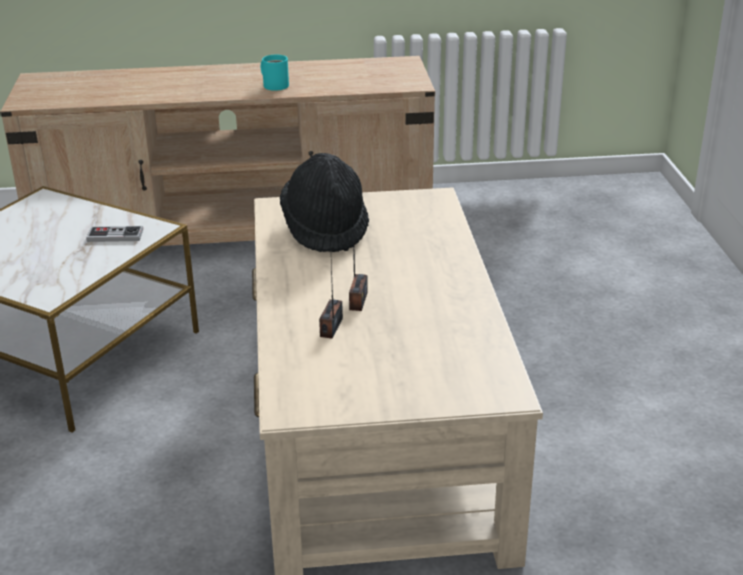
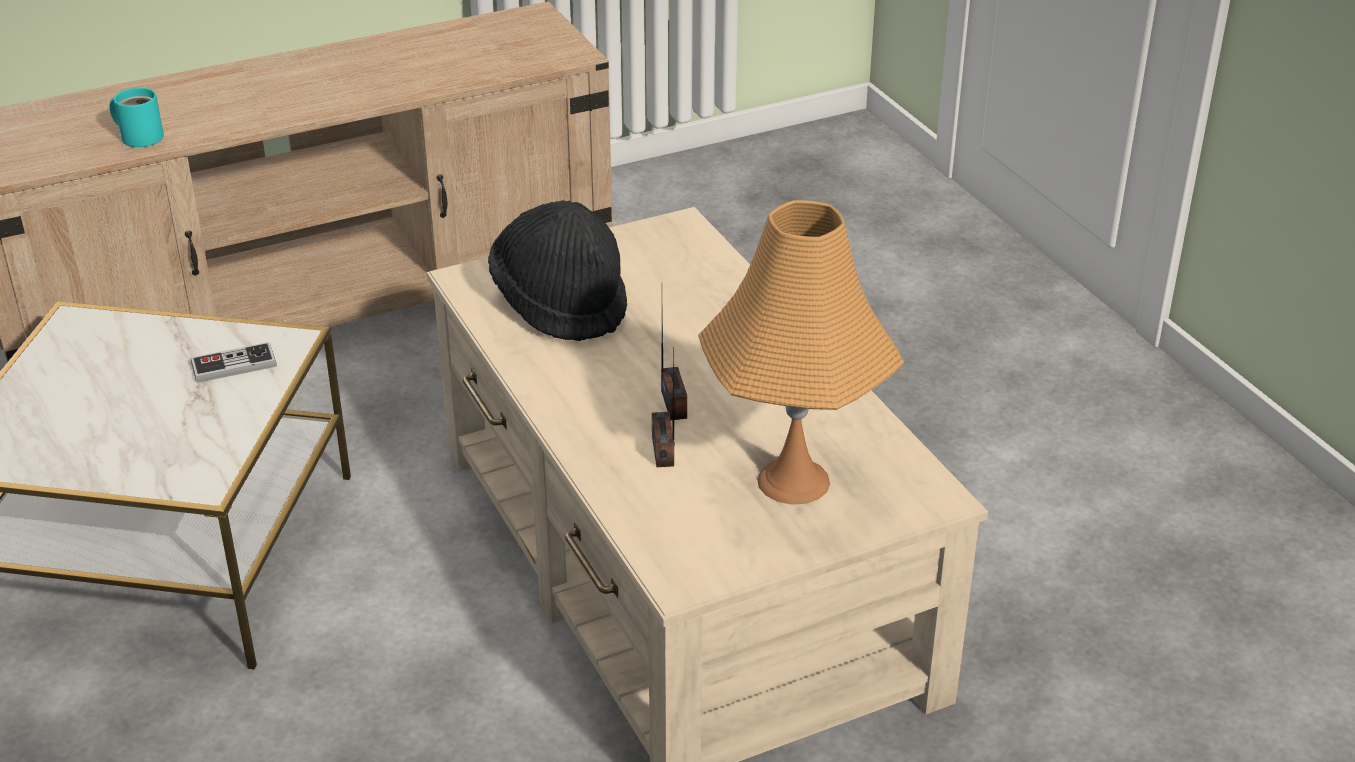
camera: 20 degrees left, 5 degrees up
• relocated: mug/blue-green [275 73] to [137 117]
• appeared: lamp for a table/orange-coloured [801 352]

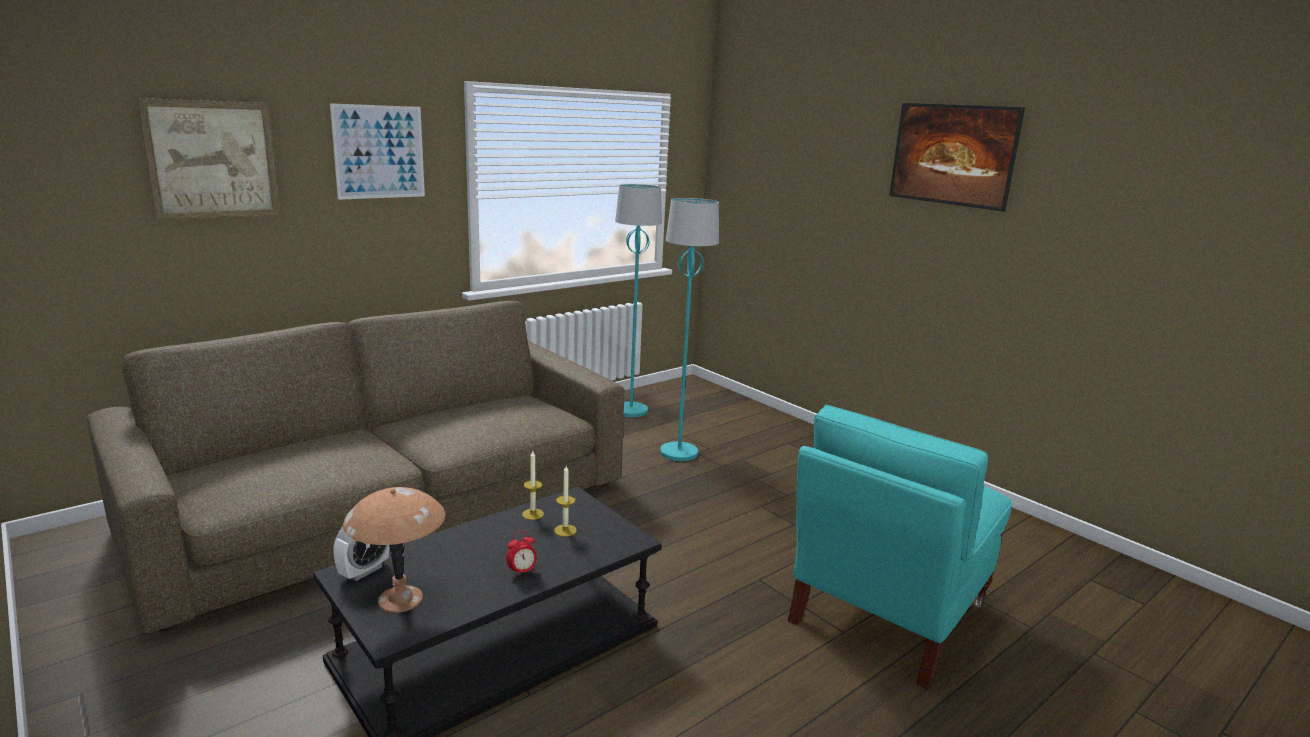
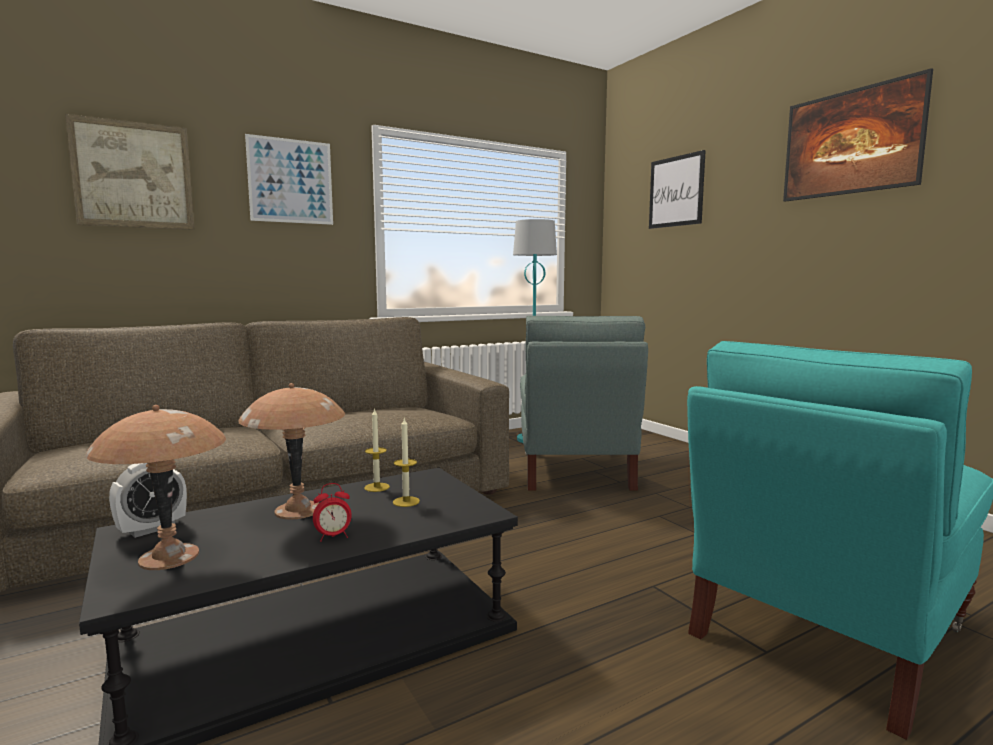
camera: 10 degrees right, 10 degrees down
• exchanged: floor lamp/blue-green [689 329] to armchair/greyish [584 403]
• appeared: lamp for a table/brown-coloured [291 451]
• appeared: picture [677 189]

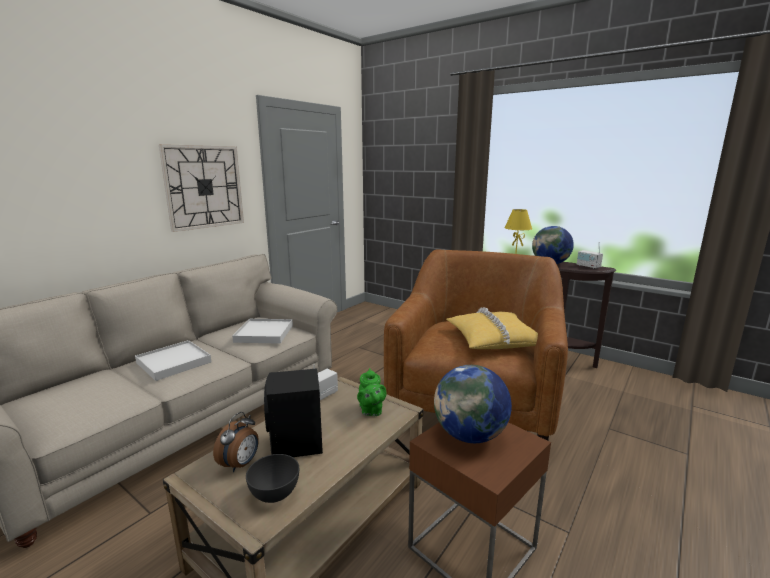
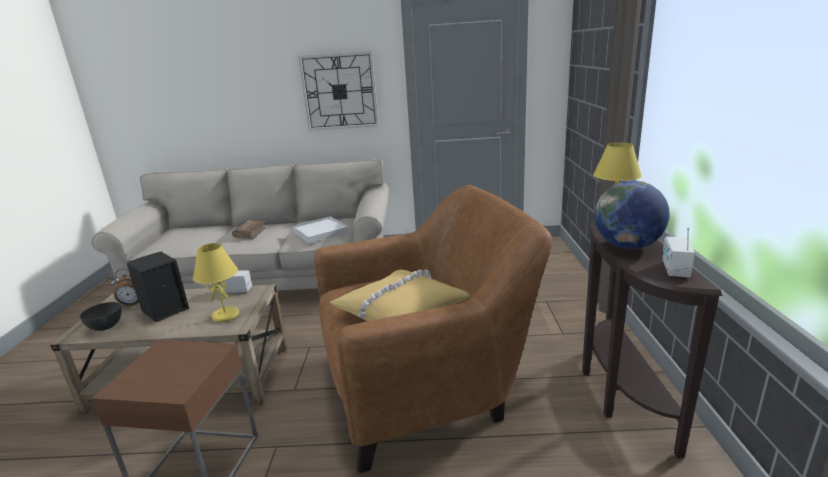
camera: 55 degrees right, 5 degrees up
• exchanged: serving tray/whitish [173 360] to volume/brown-coloured [249 229]
• exchanged: tea pot/green [371 392] to lamp for a table/yellow [216 282]
• missing: desk globe [473 404]

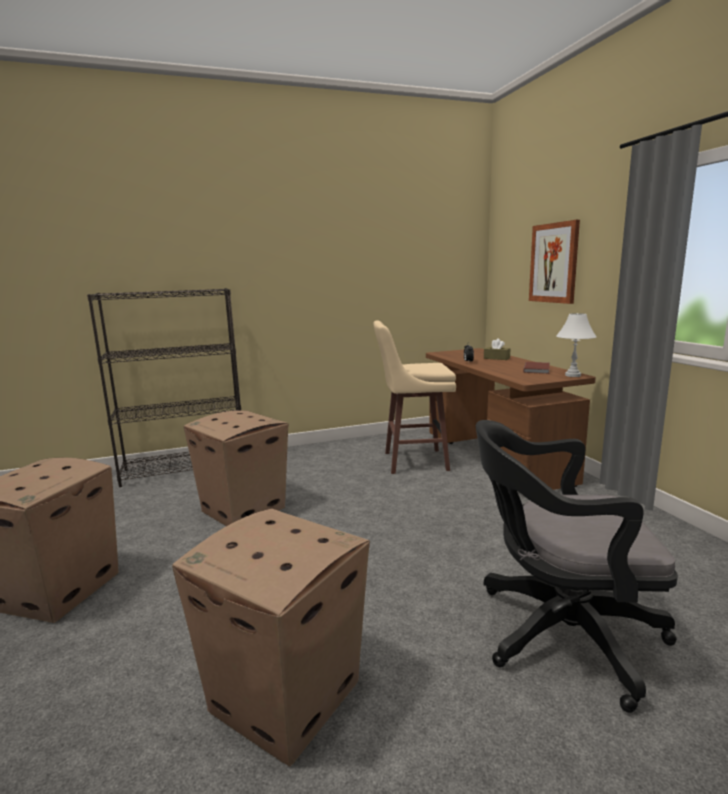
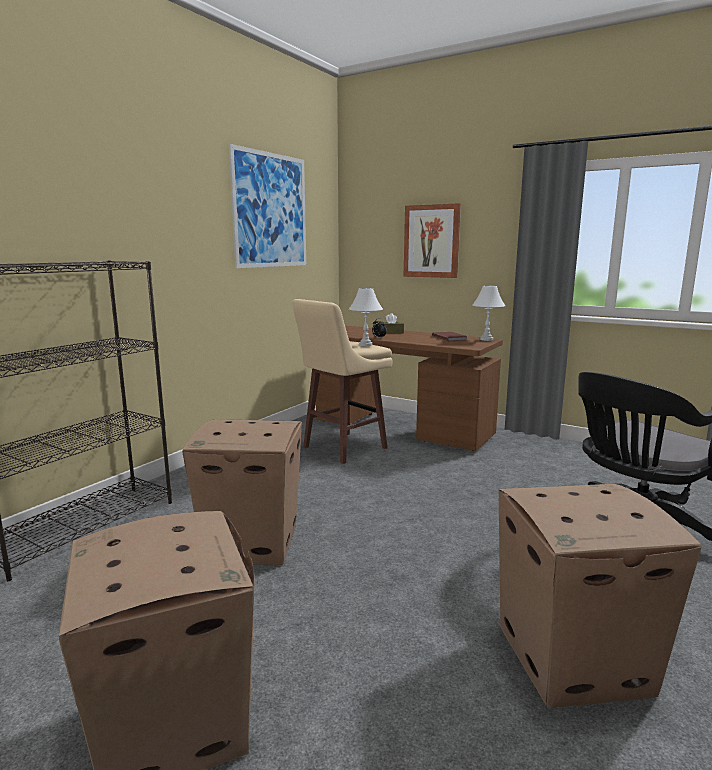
camera: 40 degrees left, 0 degrees up
• appeared: picture [267 206]
• appeared: lamp for a table/whitish [366 317]

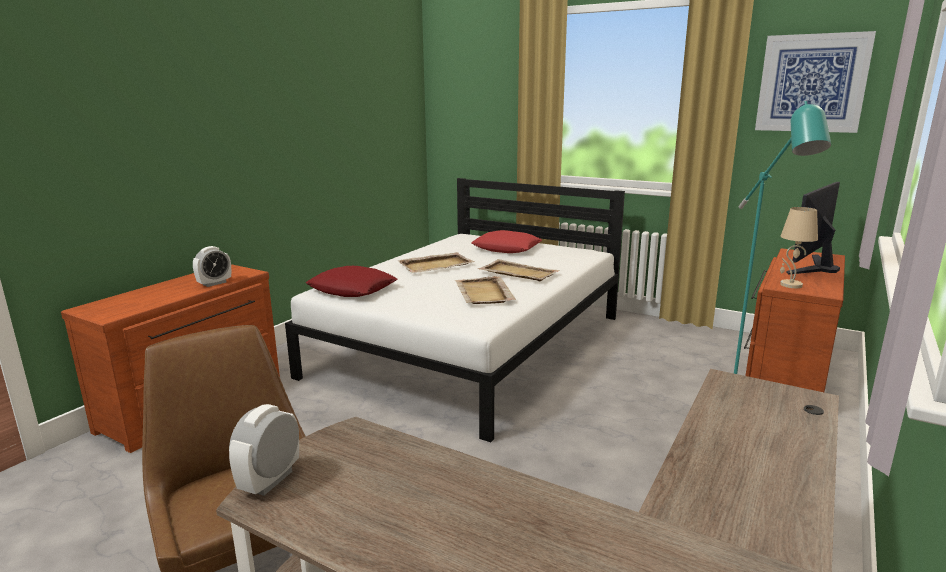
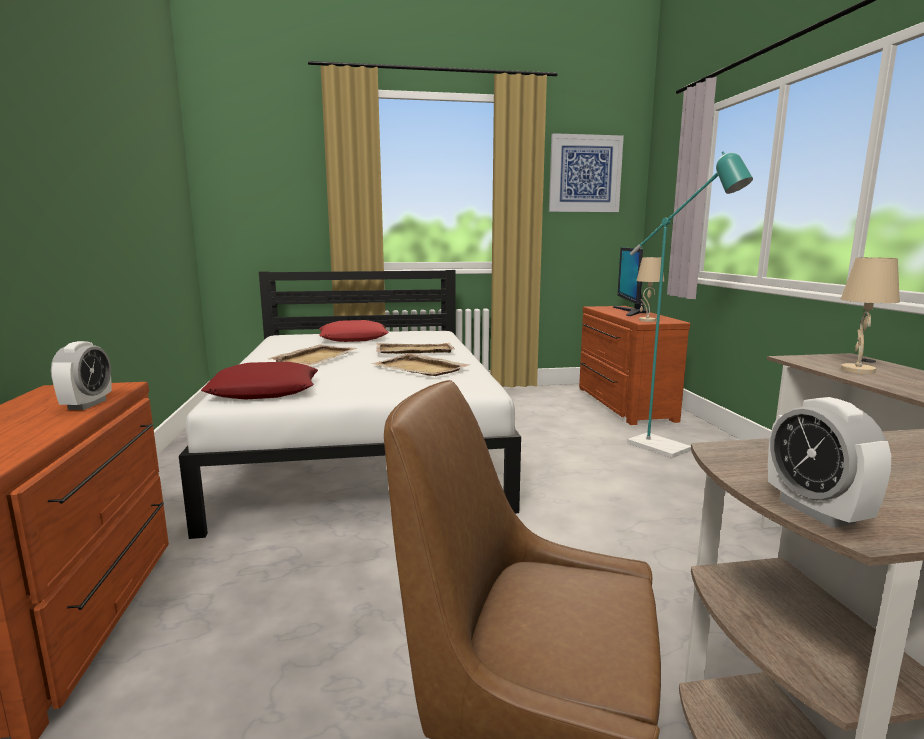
camera: 40 degrees left, 5 degrees down
• appeared: lamp for a table/beige [870 315]

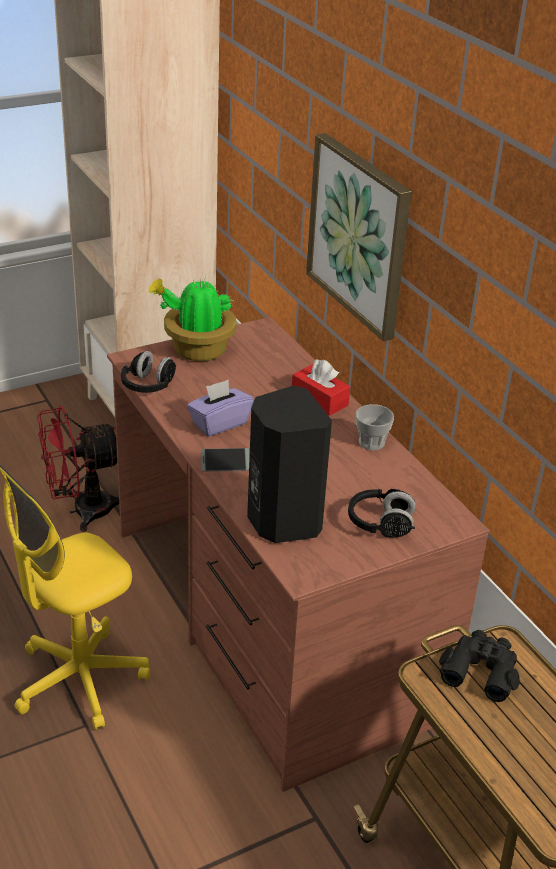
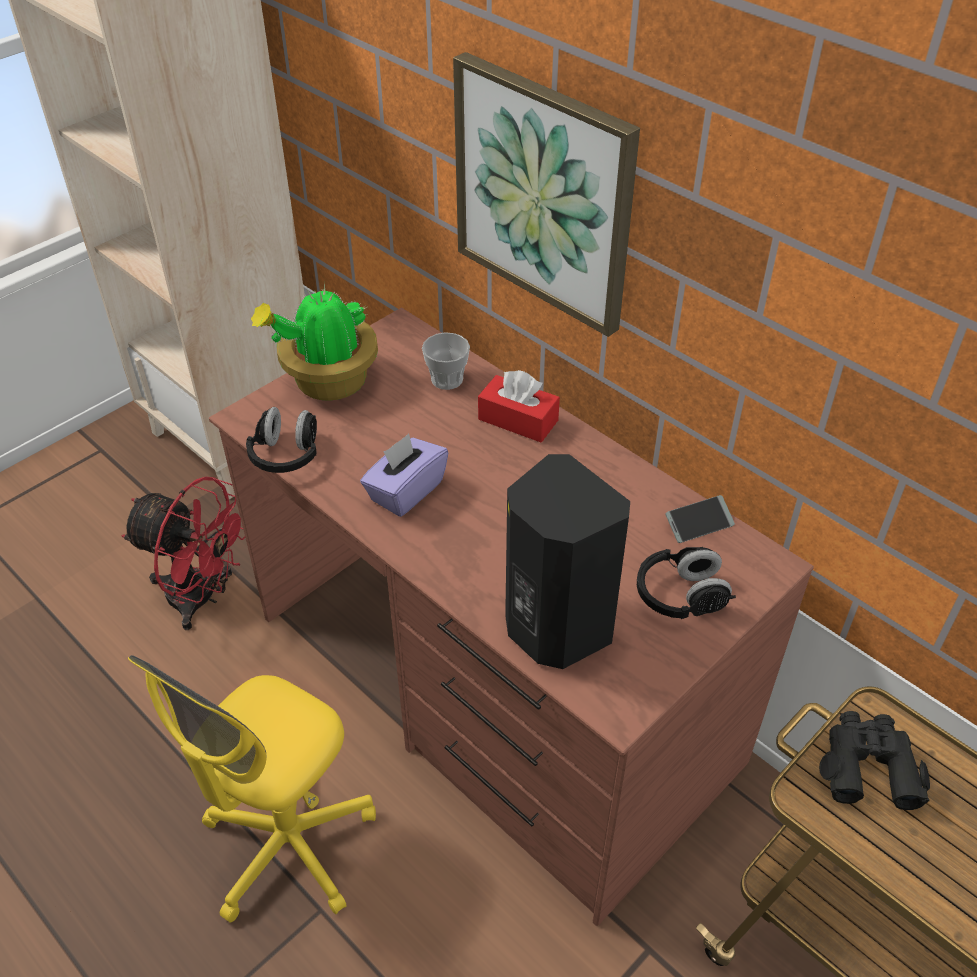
camera: 15 degrees left, 10 degrees up
• spun: fan/red [78 469] = [183 553] 120 degrees counterclockwise
• relocated: handset [225 460] to [700 519]
• relocated: drinking cup [375 427] to [446 361]

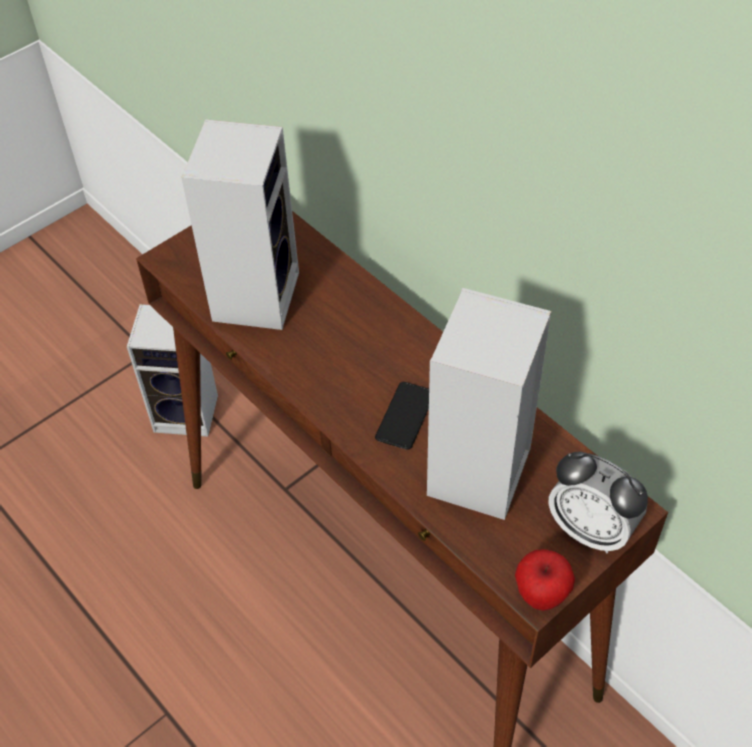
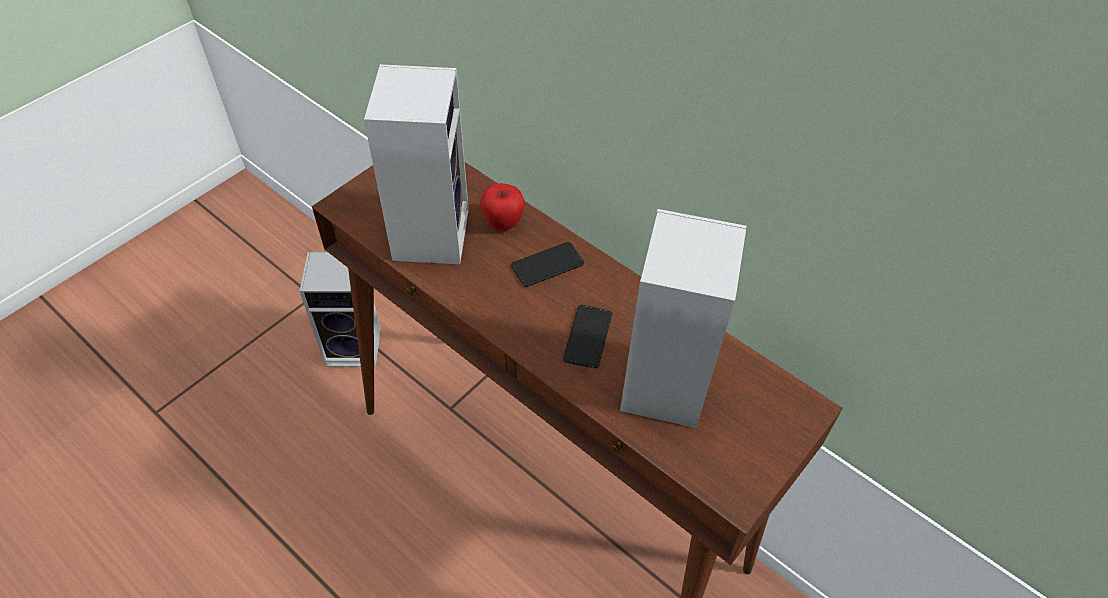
camera: 10 degrees left, 0 degrees up
• relocated: apple fruit [545 580] to [502 207]
• missing: bedside clock [598 502]
• appeared: handset [547 264]

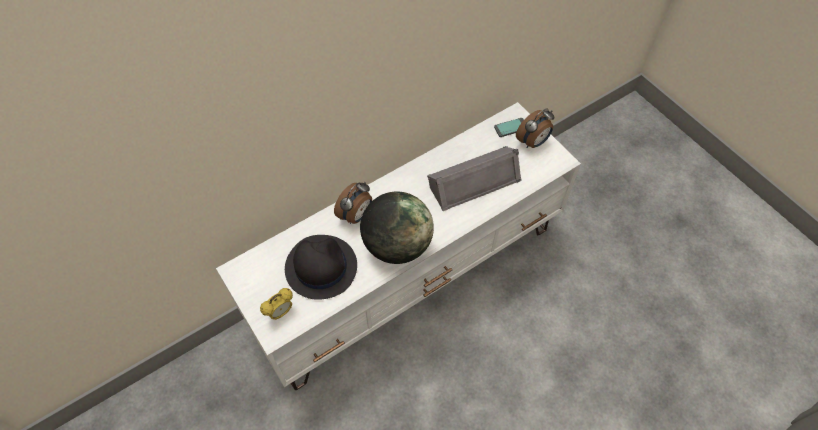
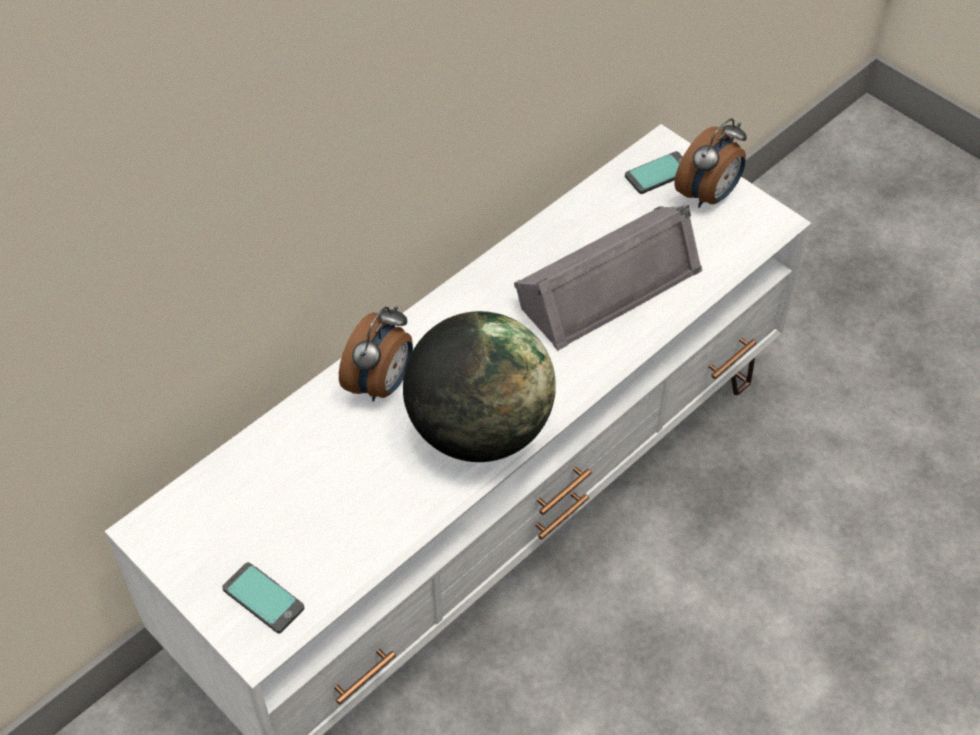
camera: 10 degrees left, 5 degrees down
• exchanged: bedside clock [276 304] to handset [263 597]
• missing: wearable hat/black [321 267]

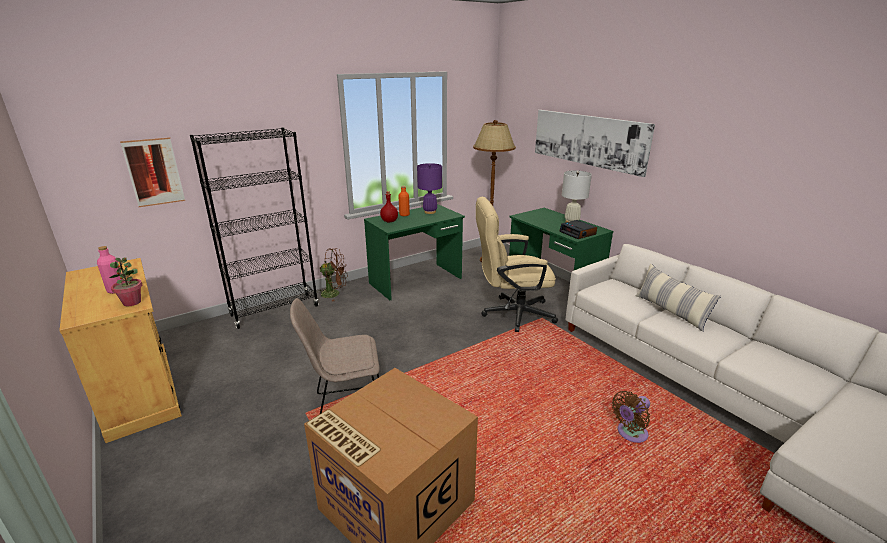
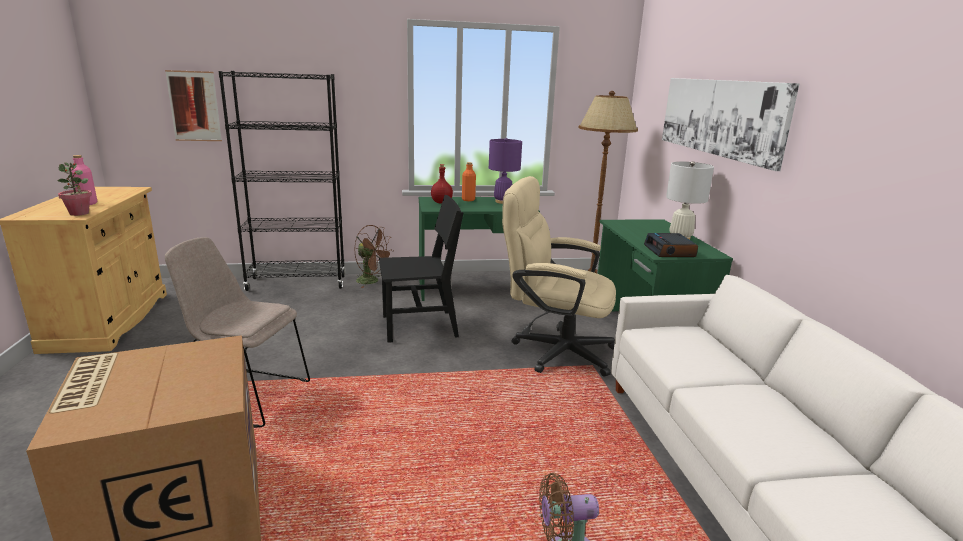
camera: 25 degrees right, 5 degrees down
• missing: pillow [678 298]
• appeared: chair/black [421 269]

